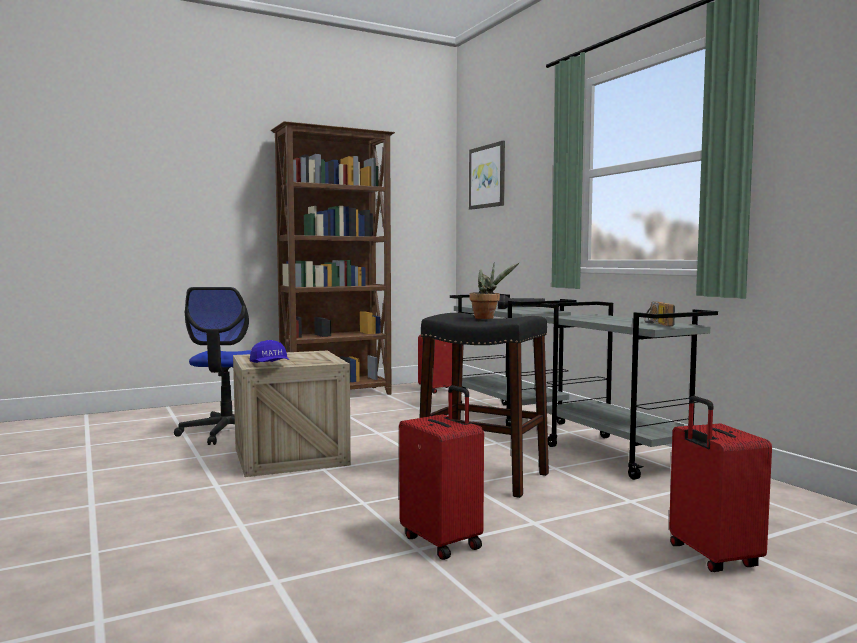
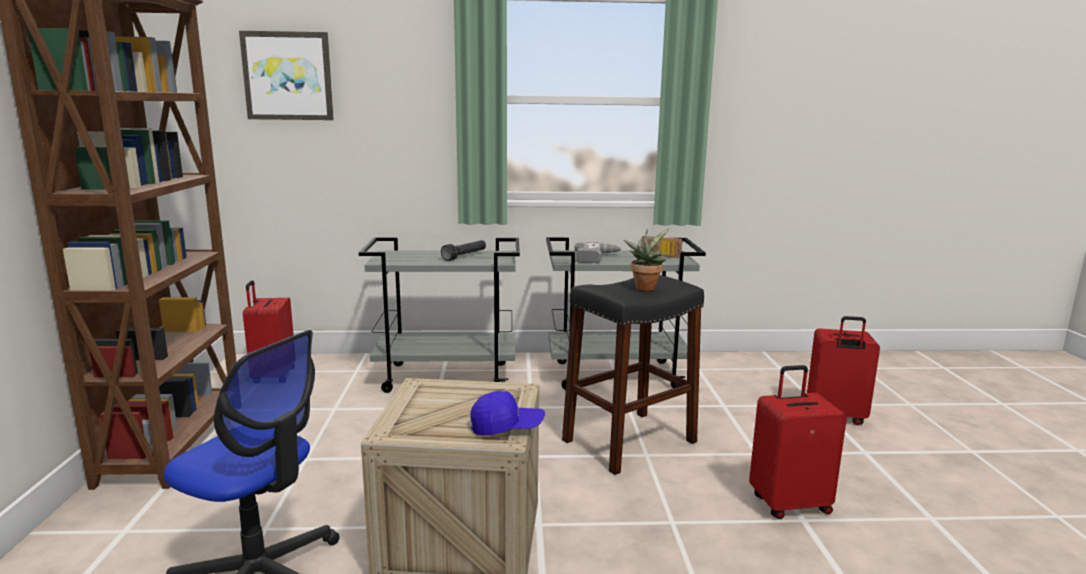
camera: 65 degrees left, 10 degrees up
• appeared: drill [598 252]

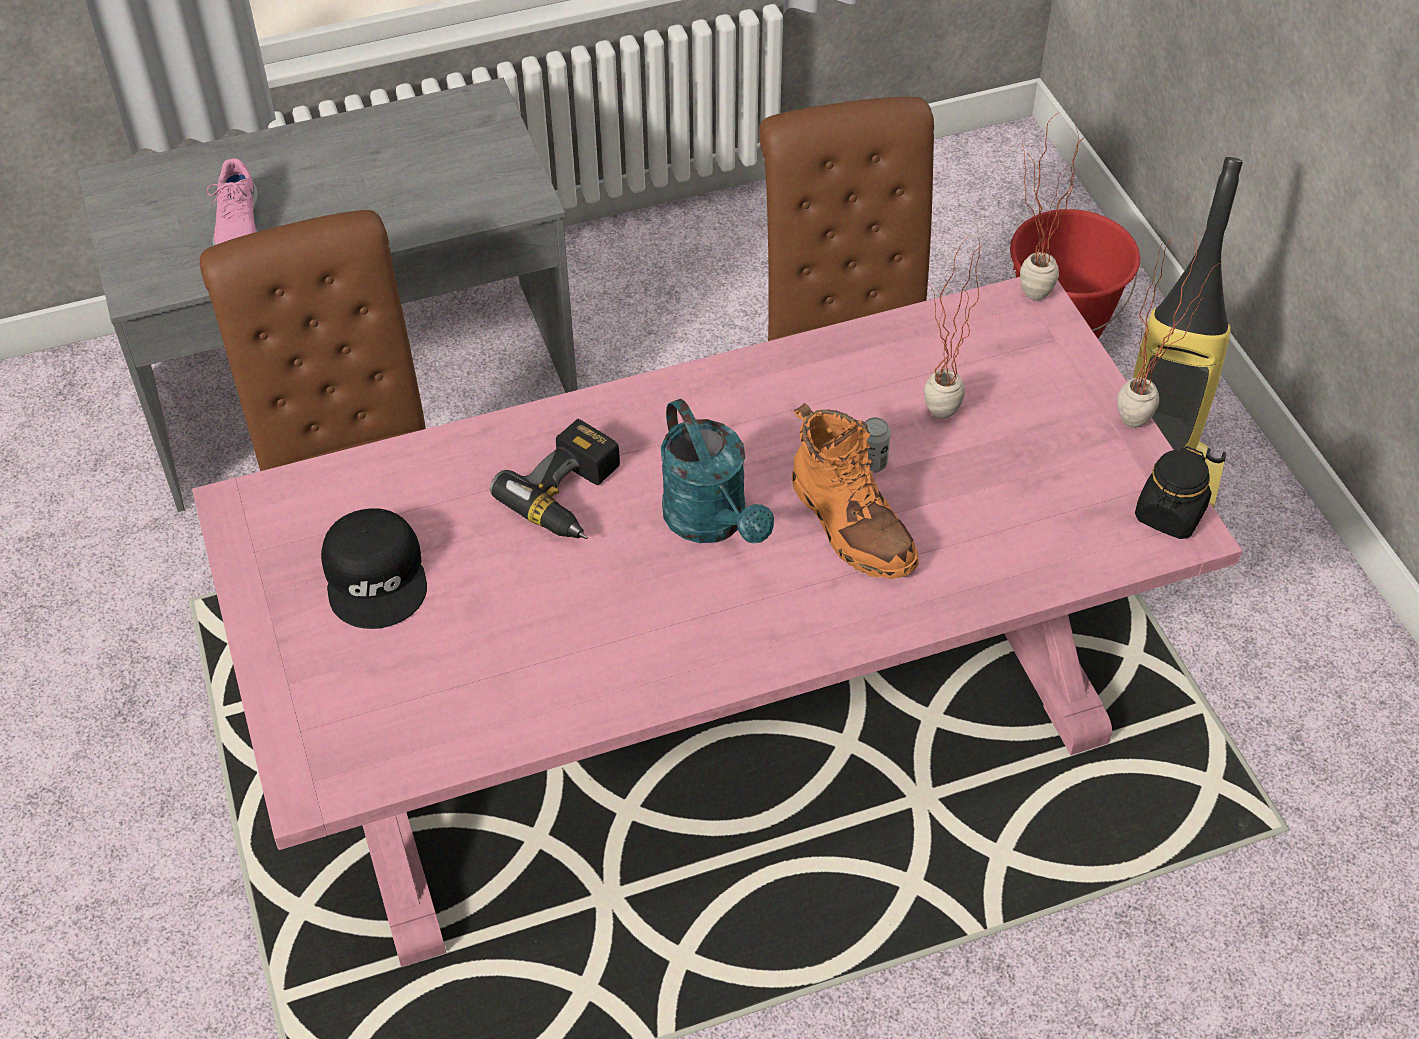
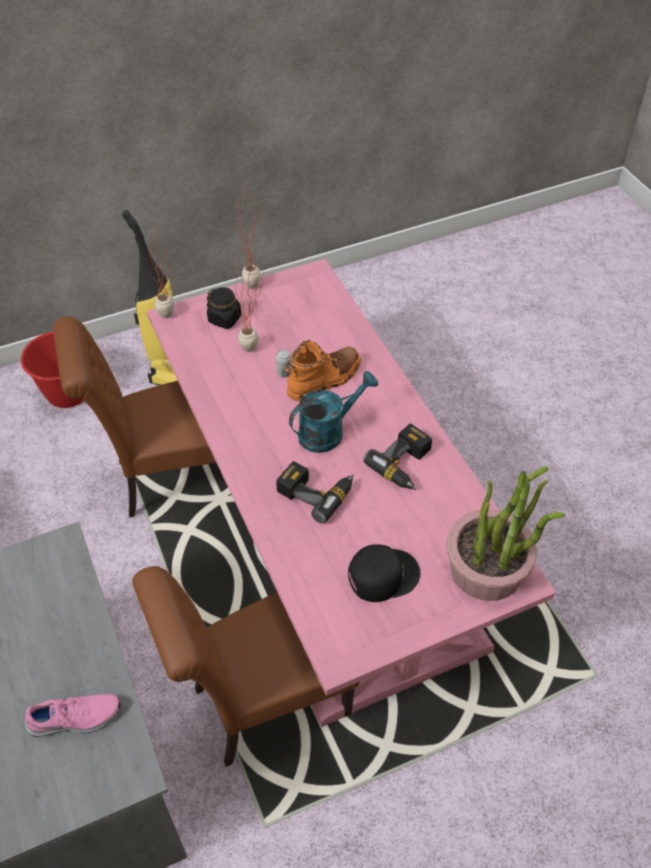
camera: 95 degrees left, 0 degrees up
• relocated: storage jar/black [1173 492] to [224 308]
• appeared: drill [397 457]
• appeared: potted plant [505 533]

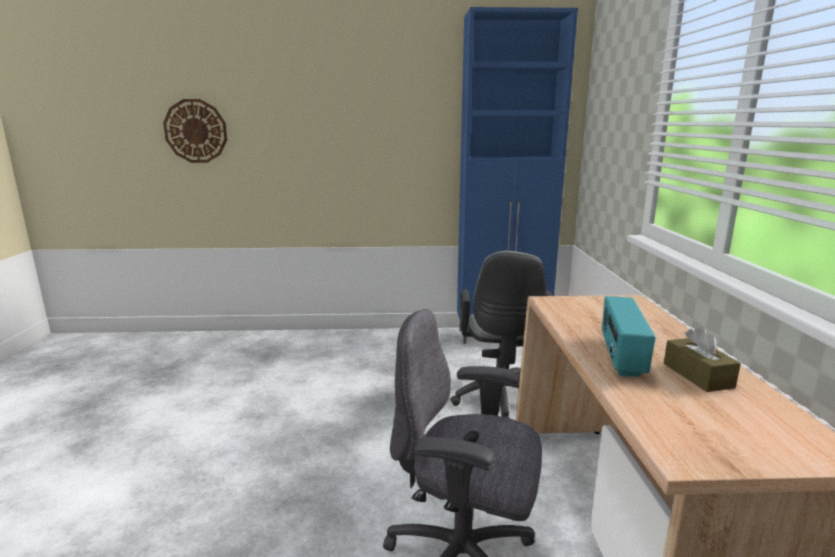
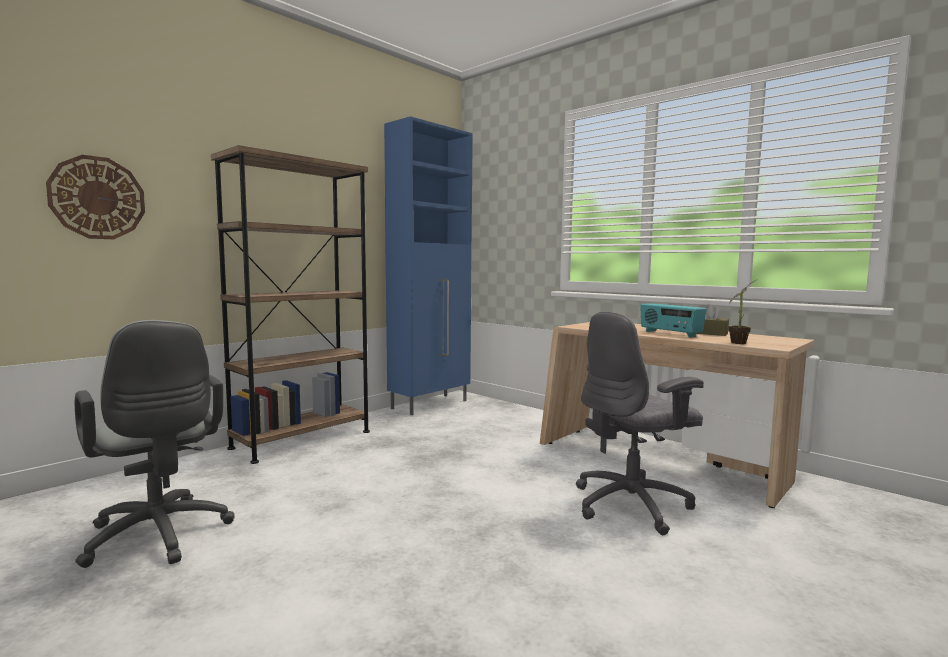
camera: 45 degrees left, 10 degrees down
• relocated: computer chair/greyish [501 334] to [154 444]
• appeared: bookshelf/brown-coloured [290 304]
• appeared: potted plant [743 311]

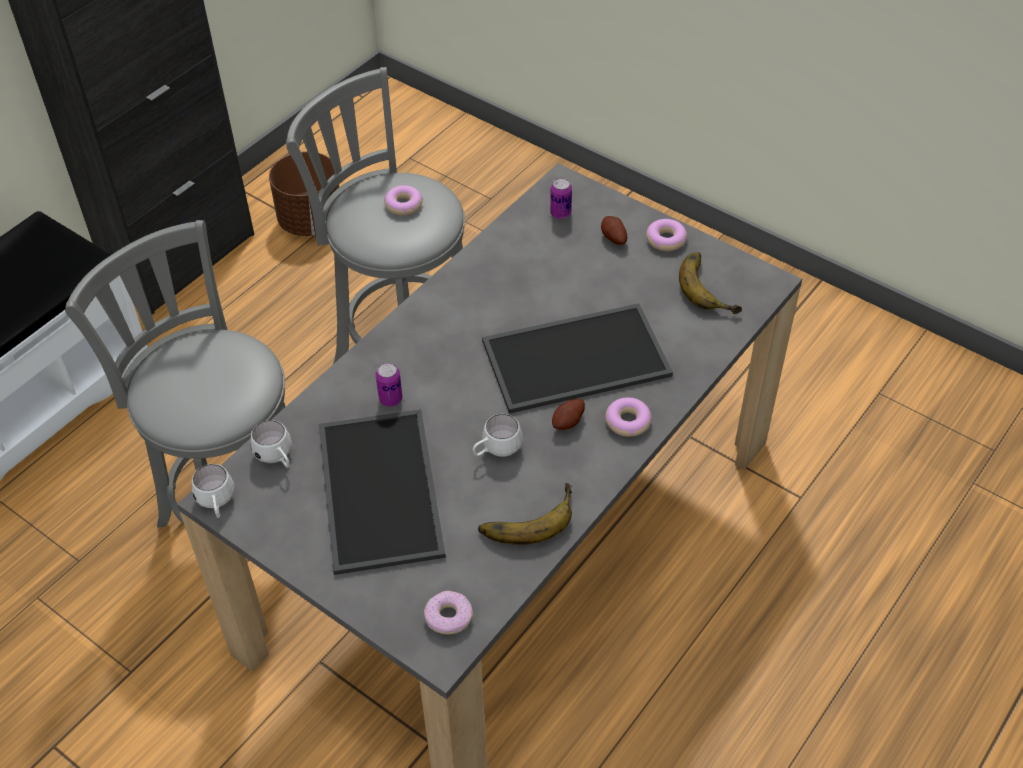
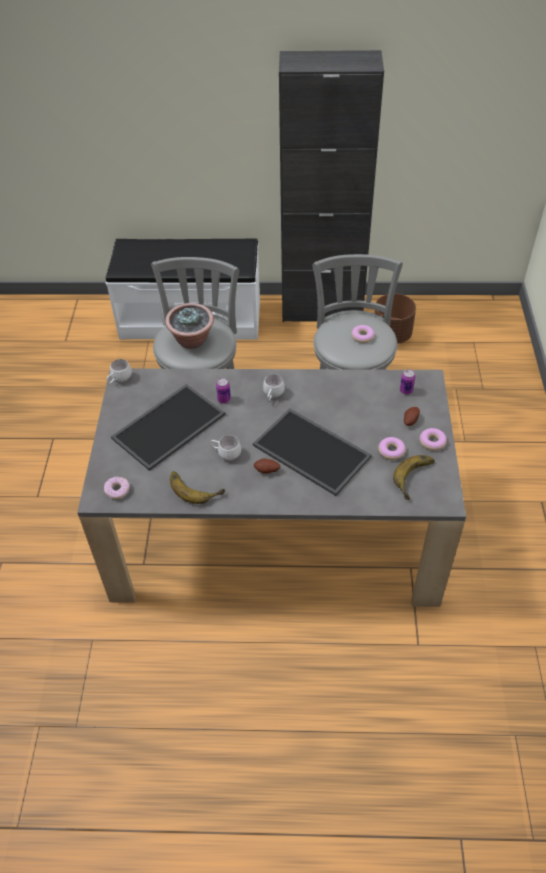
camera: 55 degrees right, 0 degrees up
• relocated: mug/whitish [271 444] to [274 387]
• relocated: doughnut [628 417] to [392 448]
• appeared: potted plant [189 326]

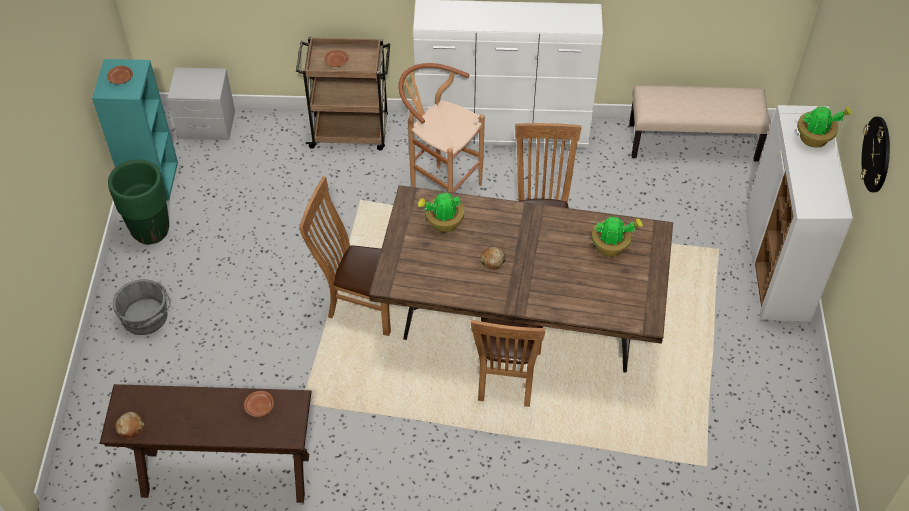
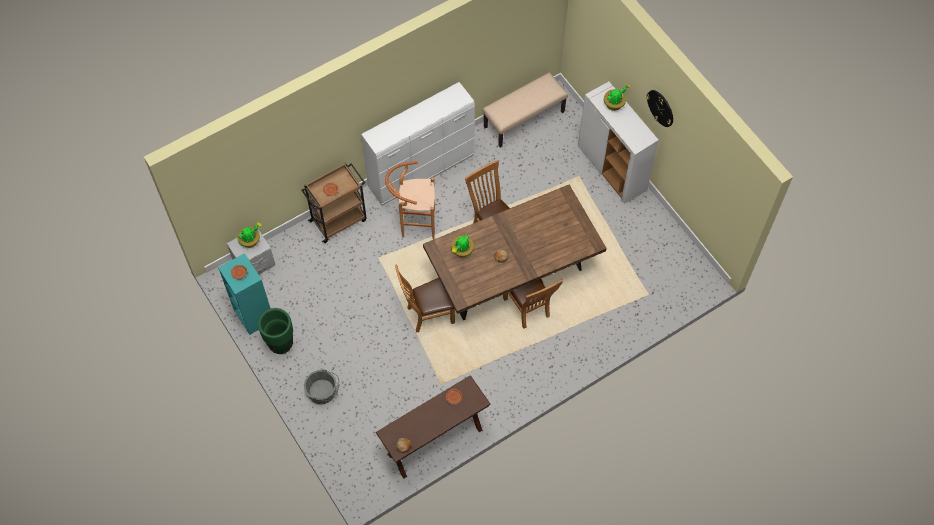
camera: 35 degrees left, 10 degrees up
• relocated: potted plant [617 237] to [249 235]

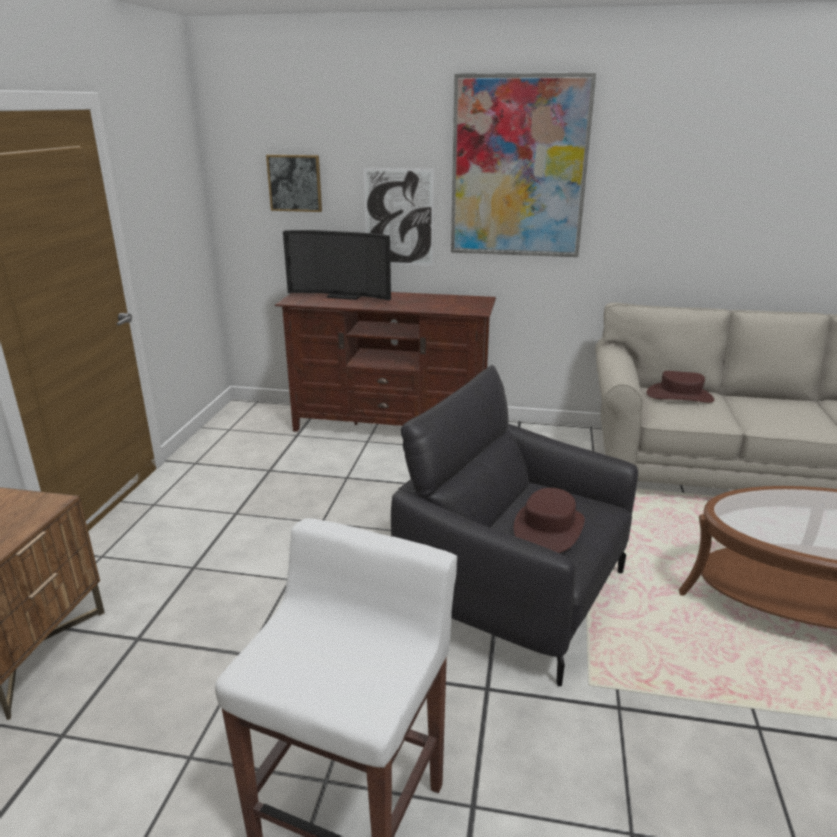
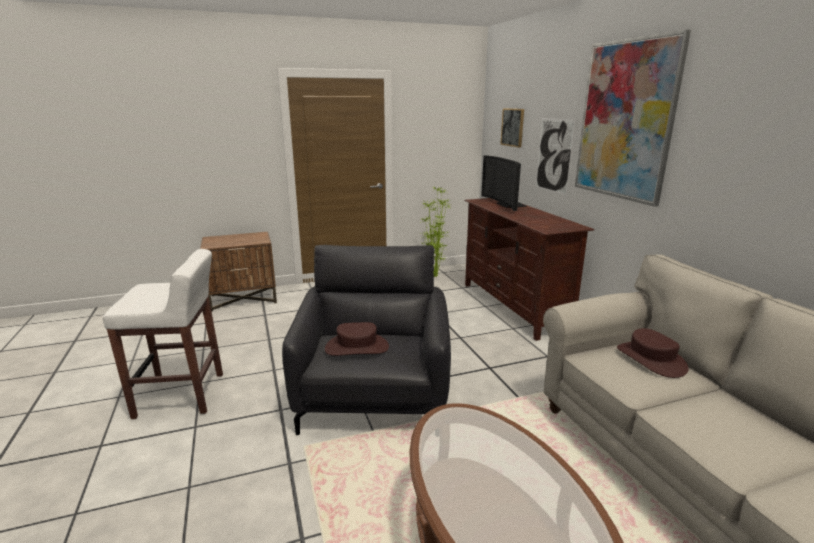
camera: 60 degrees right, 5 degrees down
• appeared: potted plant [435 231]

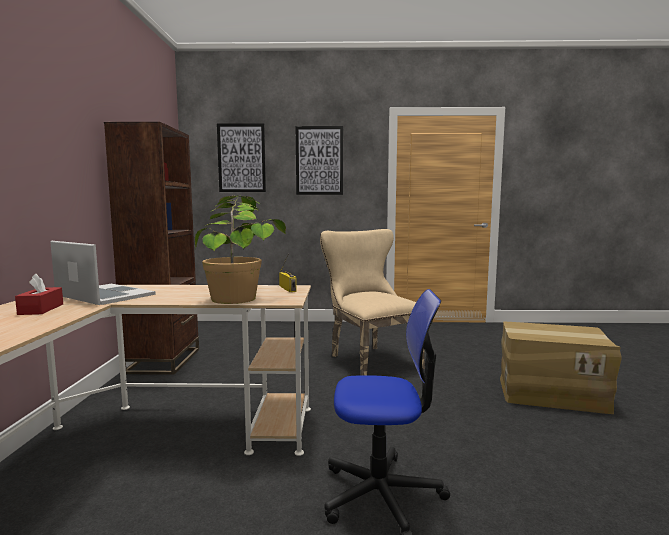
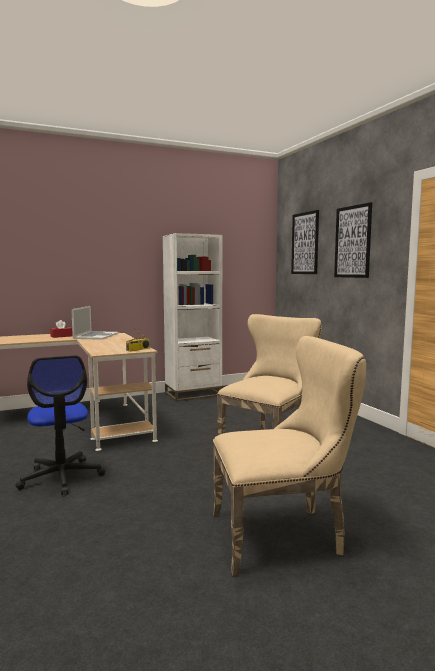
camera: 65 degrees right, 0 degrees up
• colour: bookshelf/brown-coloured [151 248] to bookshelf/whitish [192 317]
• missing: potted plant [240 250]
• exchanged: carton [561 367] to chair/beige [289 456]

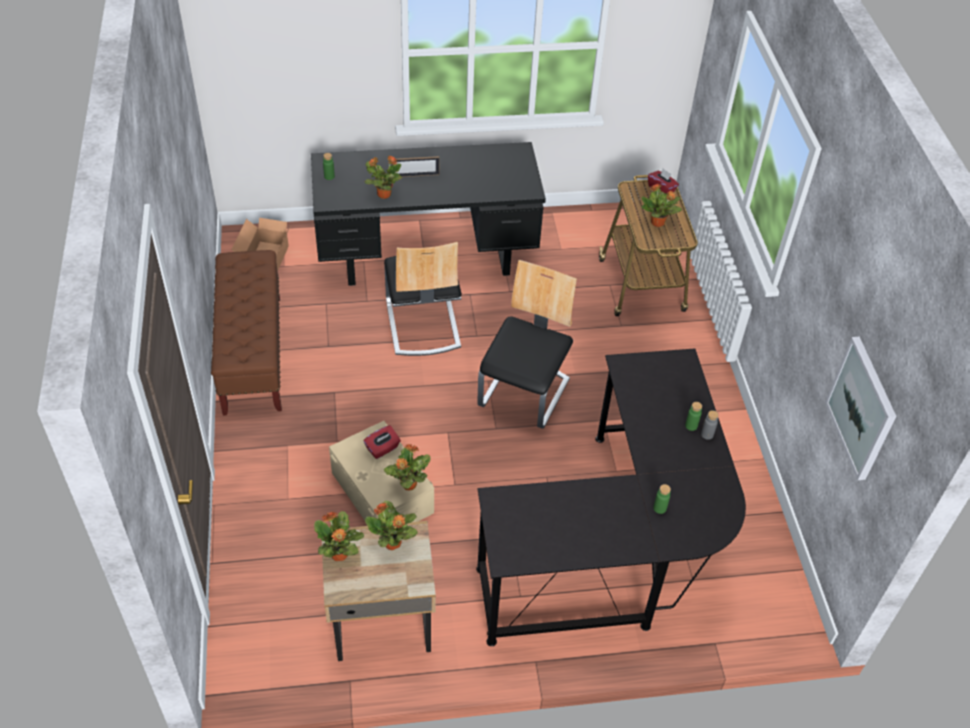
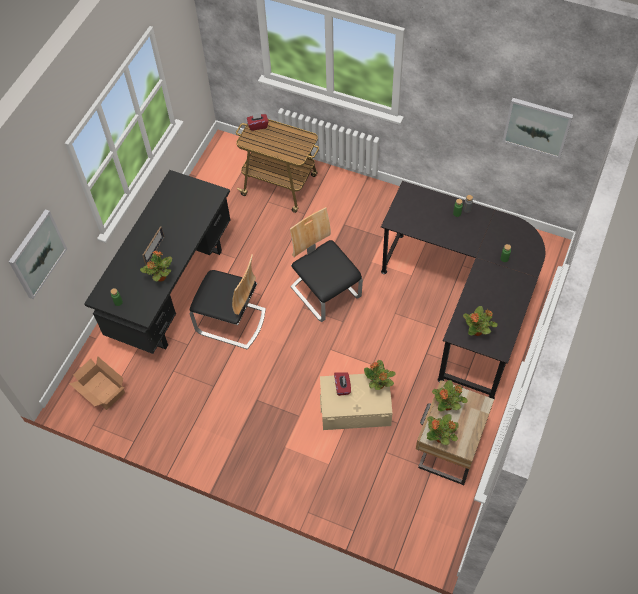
camera: 55 degrees left, 10 degrees up
• missing: indoor bench/brown-coloured [246 333]
• relocated: potted plant [661 205] to [480 321]
• appeared: picture [38 254]

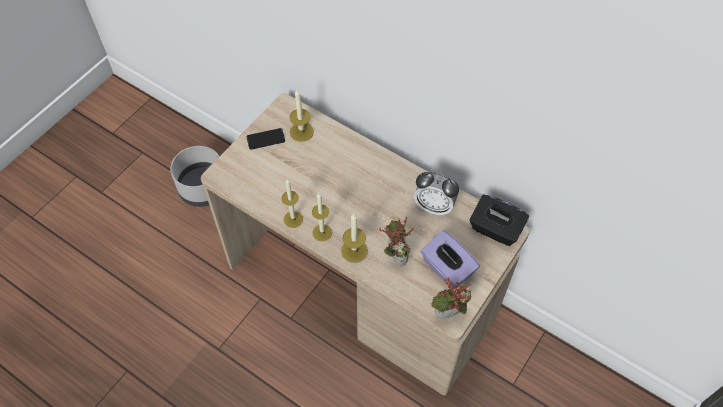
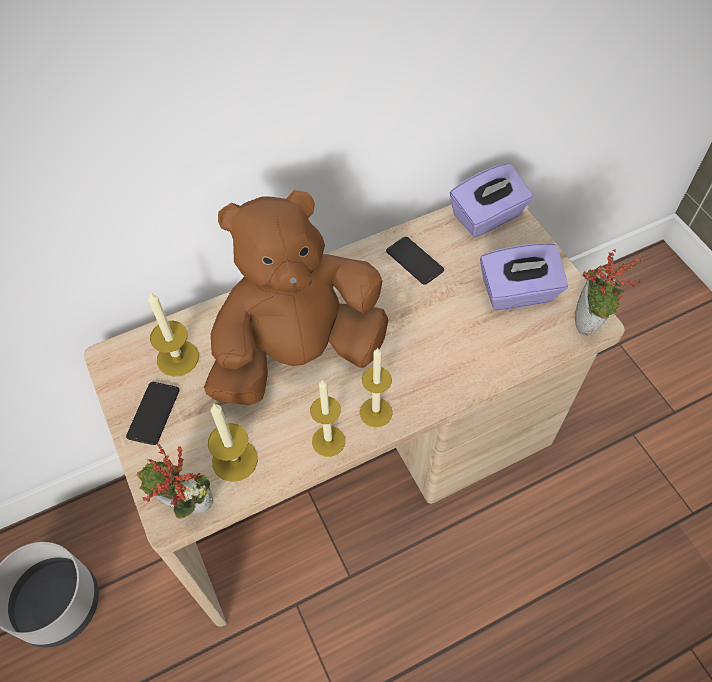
camera: 60 degrees left, 0 degrees up
• relocated: wax candle [354 238] to [233 442]
• relocated: potted plant [396 241] to [174 481]
• exchanged: bedside clock [436 194] to handset [415 261]
• colour: tissue holder/black [499 220] to tissue holder/purple [491 200]
• appeared: cuddly toy/brown-coloured [296 297]

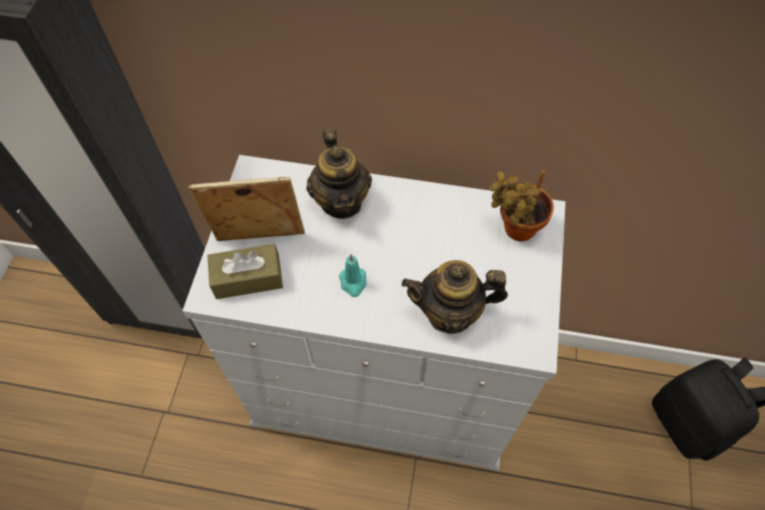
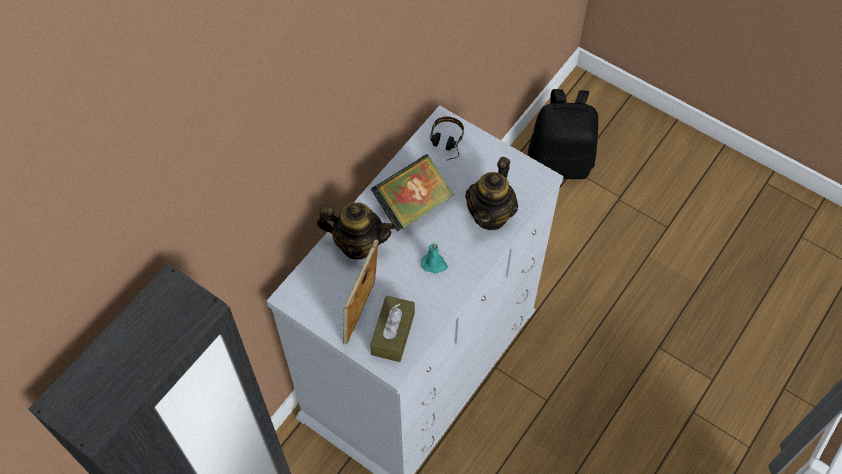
camera: 65 degrees left, 0 degrees up
• exchanged: potted plant [521 206] to headset [447 138]
• appeared: volume [412 193]

